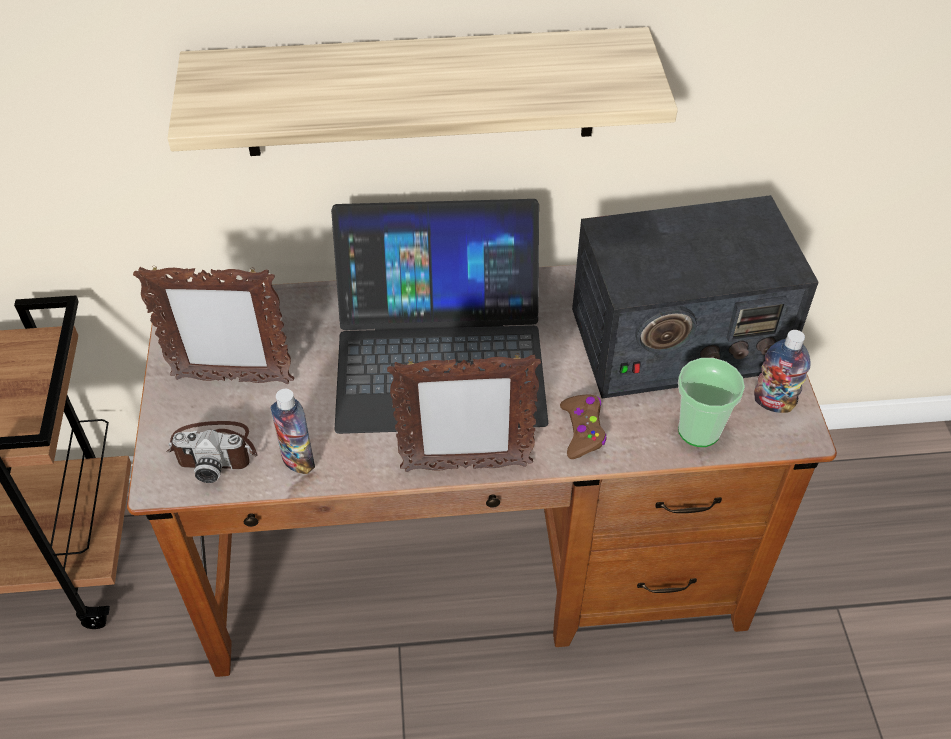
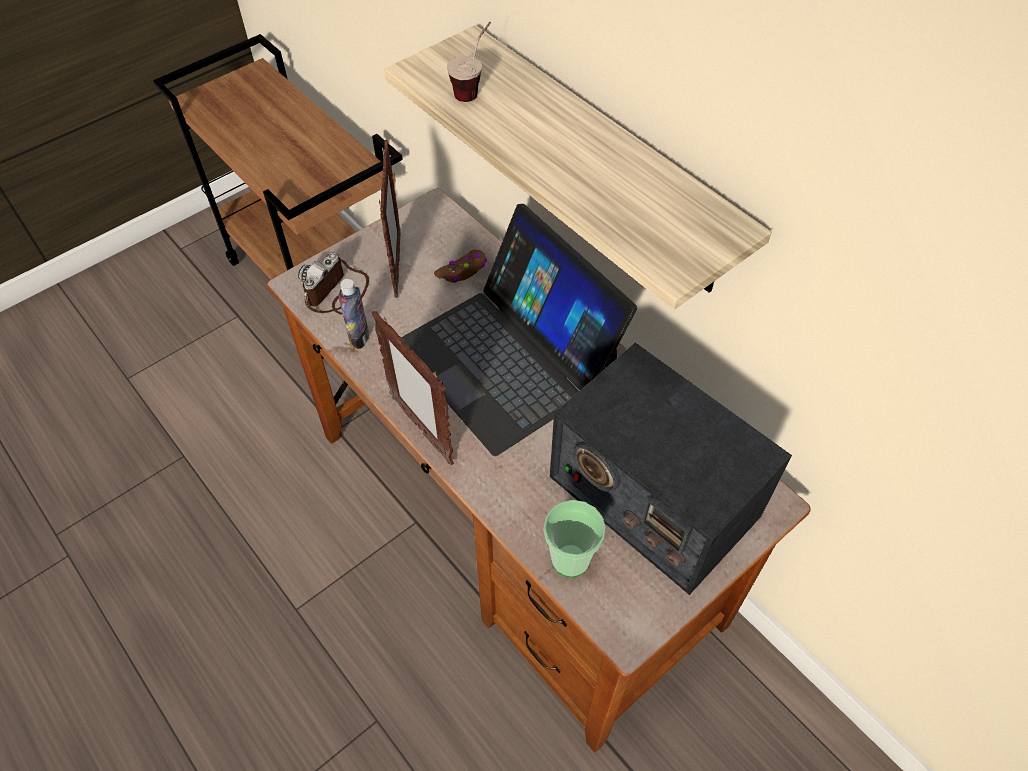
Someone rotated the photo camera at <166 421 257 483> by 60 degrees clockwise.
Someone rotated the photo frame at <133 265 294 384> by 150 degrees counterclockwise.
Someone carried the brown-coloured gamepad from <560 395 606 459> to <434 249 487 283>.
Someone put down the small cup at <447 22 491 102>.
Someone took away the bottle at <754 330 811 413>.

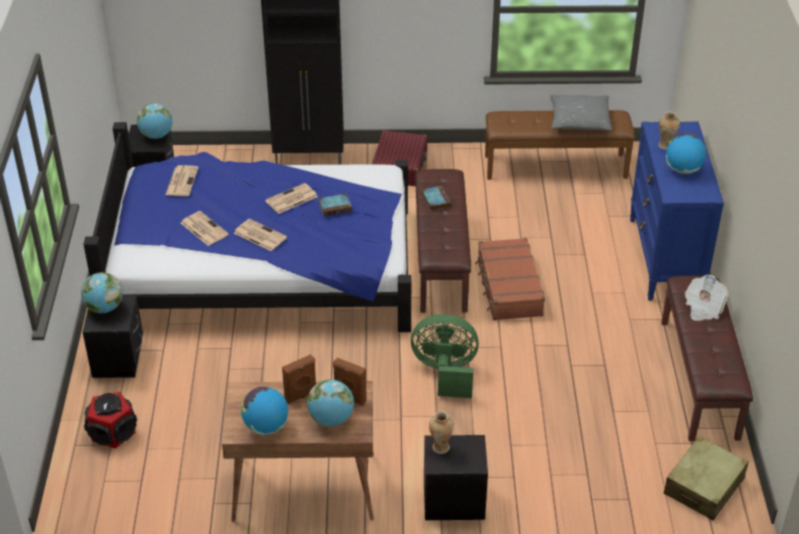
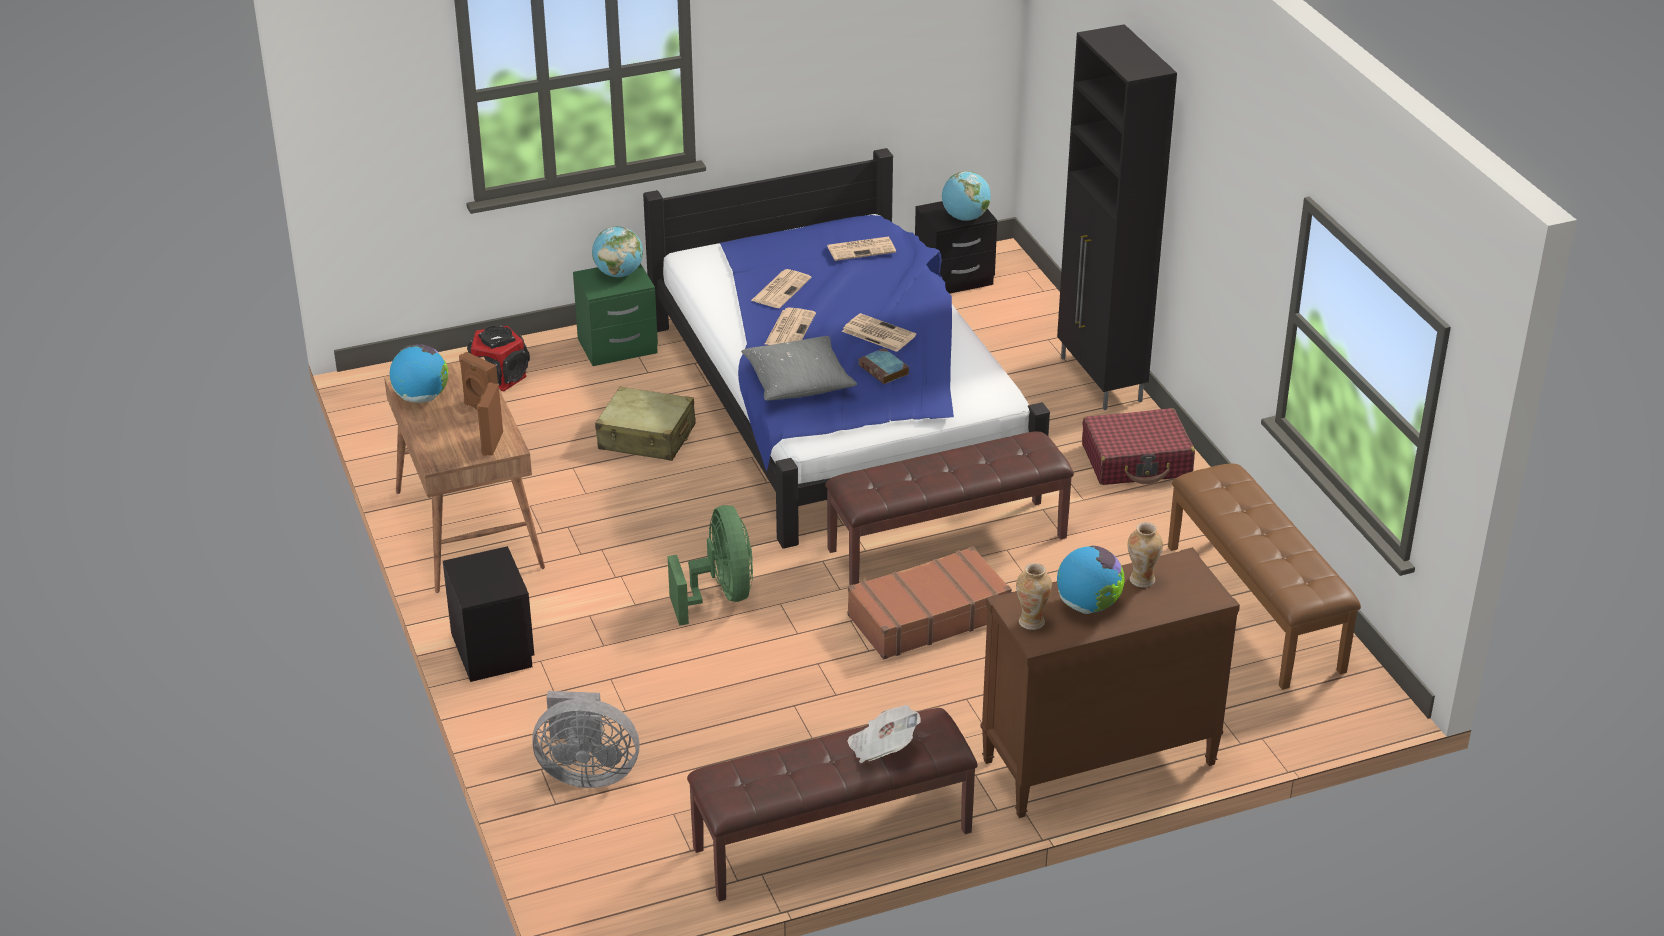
Someone put down the greyish cooling fan at <532 691 639 788>.
Someone repainted the black-coloured night table at <83 294 143 378>, which became the greenish night table at <573 263 658 366>.
Someone carried the sand-coloured piece of luggage from <664 436 748 520> to <595 387 696 461>.
Someone carried the greyish cushion from <550 95 612 130> to <741 336 857 401>.
Someone repainted the blue-coloured drawer chest at <630 121 724 301>, which became the brown-coloured drawer chest at <981 547 1240 818>.
Someone carried the flower vase from <429 411 454 454> to <1016 563 1052 630>.
Someone took away the world globe at <307 379 354 426>.
Someone took away the volume at <421 186 451 211>.

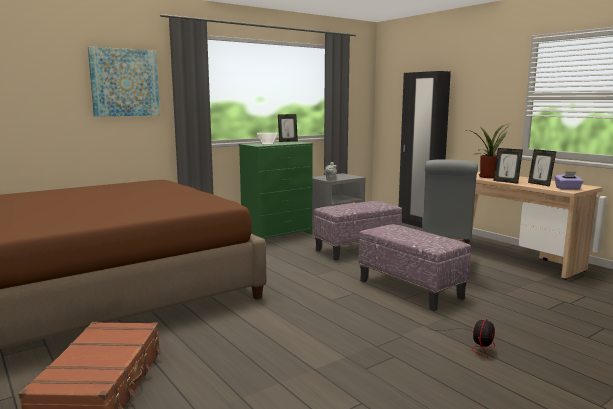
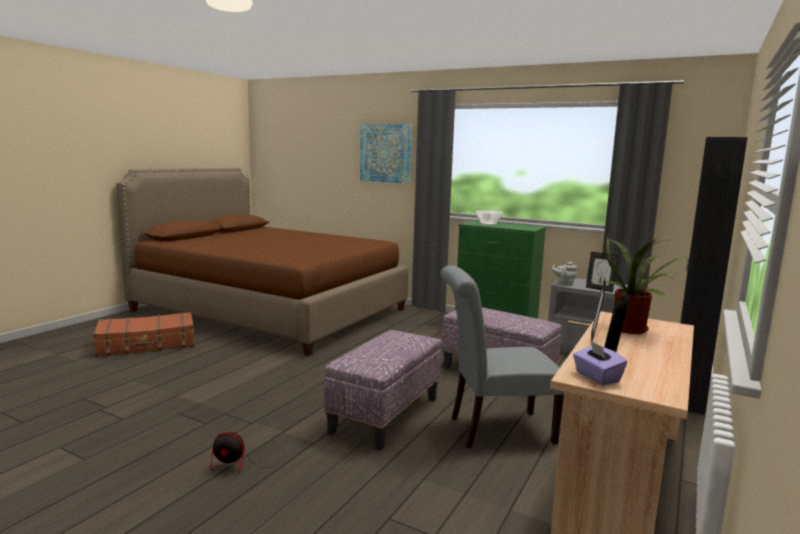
Someone carried the photo frame from <278 114 298 142> to <586 252 618 292>.

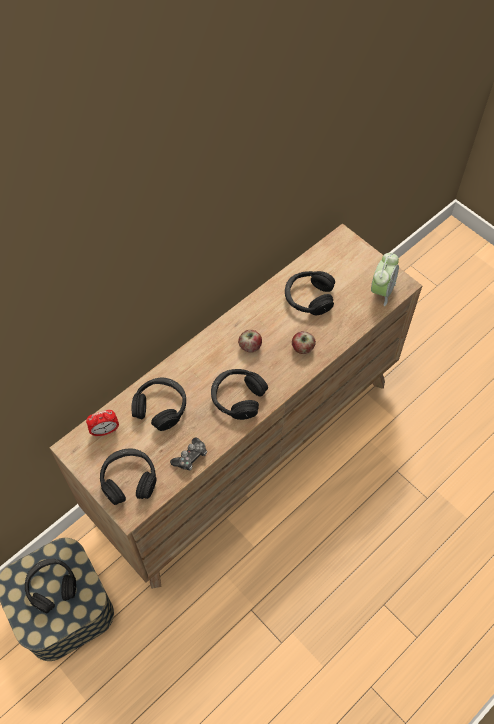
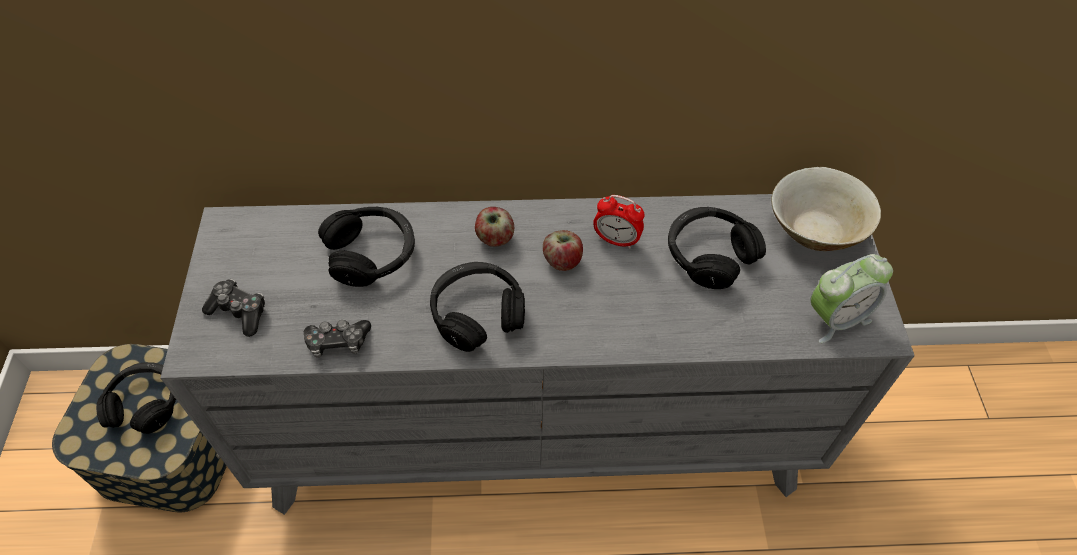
Someone repainted the brown-coloured drawer chest at <50 223 422 589>, which became the greyish drawer chest at <160 194 915 515>.
Someone swapped the black-coloured pair of headphones at <100 449 157 505> for the gamepad at <202 279 265 337>.
Someone carried the apple from <292 331 316 354> to <475 207 514 247>.
Someone carried the alarm clock from <86 410 119 437> to <593 195 644 249>.
Someone put down the sand-coloured serving bowl at <771 167 881 251>.

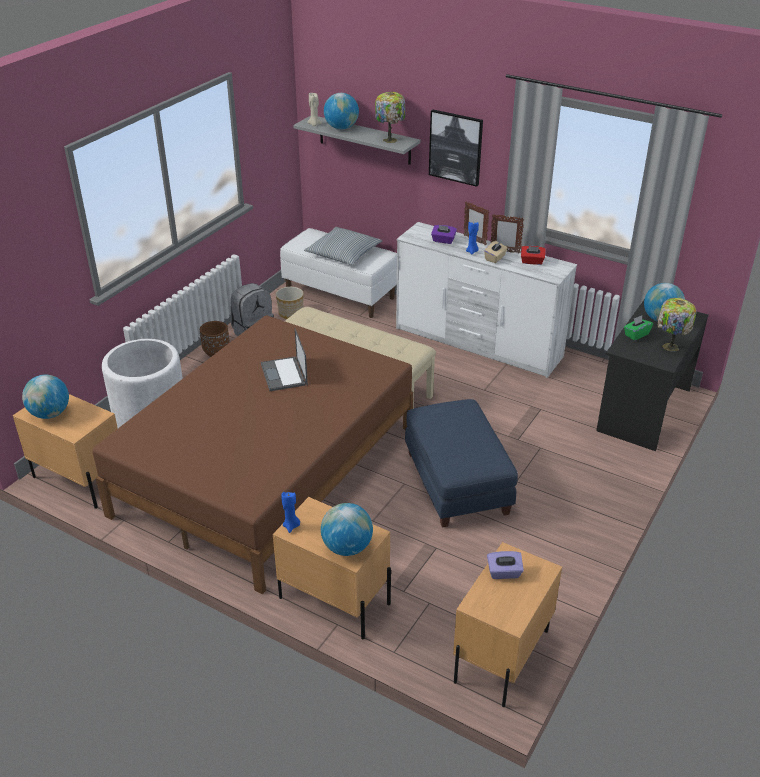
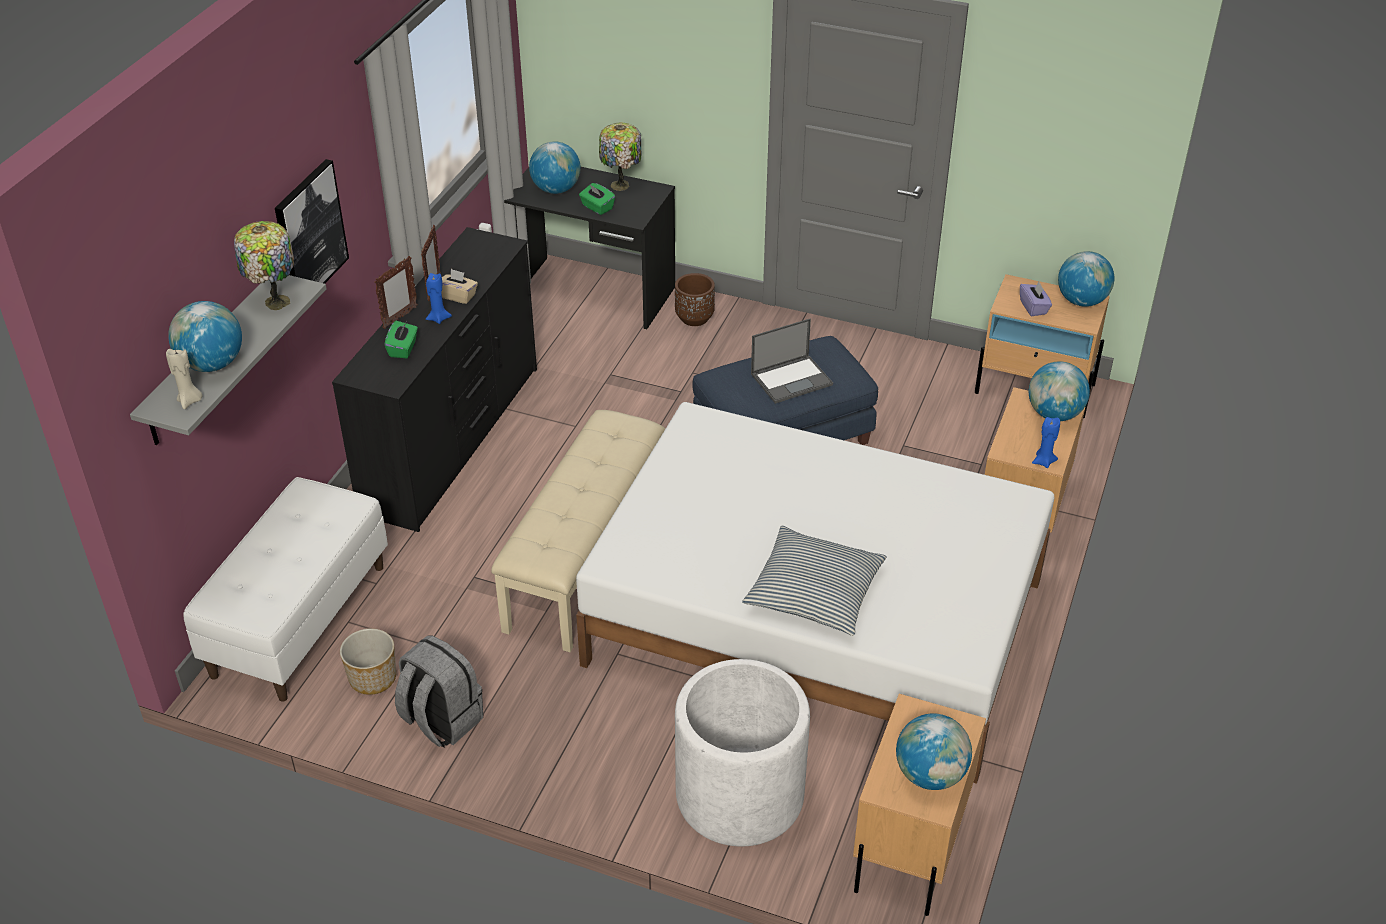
Someone repainted the whitish drawer chest at <396 222 577 378>, which became the black-coloured drawer chest at <332 227 537 532>.
Someone repainted the purplish tissue box at <431 225 457 244>, which became the greenish tissue box at <384 321 418 358>.
Someone repainted the brown-coloured sleeping bed at <92 315 413 594>, which became the whitish sleeping bed at <576 402 1055 784>.
Someone carried the brown-coloured flower pot from <200 321 230 357> to <675 273 715 326>.
Someone carried the cushion from <304 227 383 265> to <742 526 886 636>.
Someone carried the notebook computer from <261 329 308 391> to <751 318 833 404>.
Someone put down the world globe at <1058 251 1114 307>.
Someone took away the red tissue box at <521 246 546 265>.

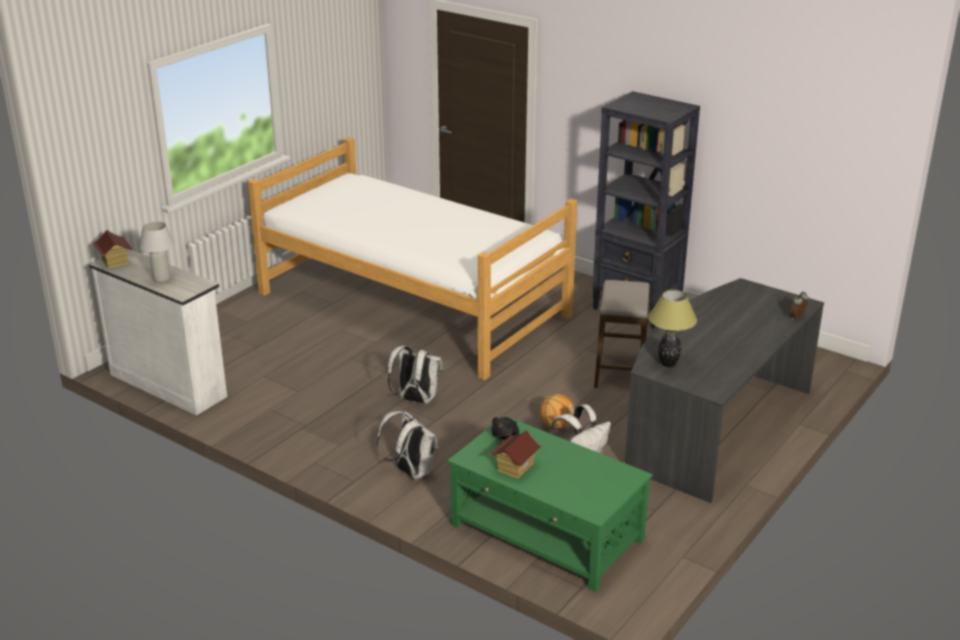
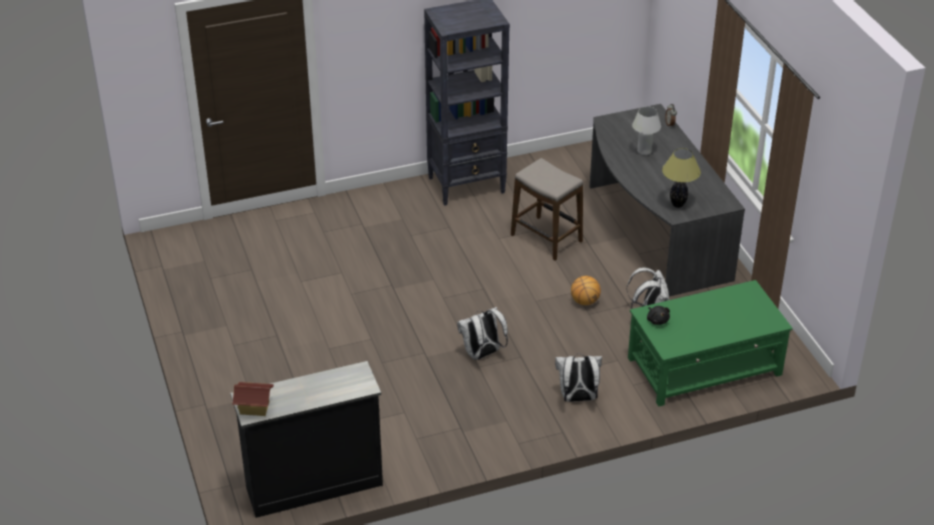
Someone repainted the whitish drawer chest at <89 249 227 415>, which became the black-coloured drawer chest at <230 361 383 518>.
Someone carried the whitish tabletop lamp from <139 221 175 282> to <632 106 661 155>.
Someone took away the sleeping bed at <248 137 577 380>.
Someone took away the toy house at <490 431 542 479>.

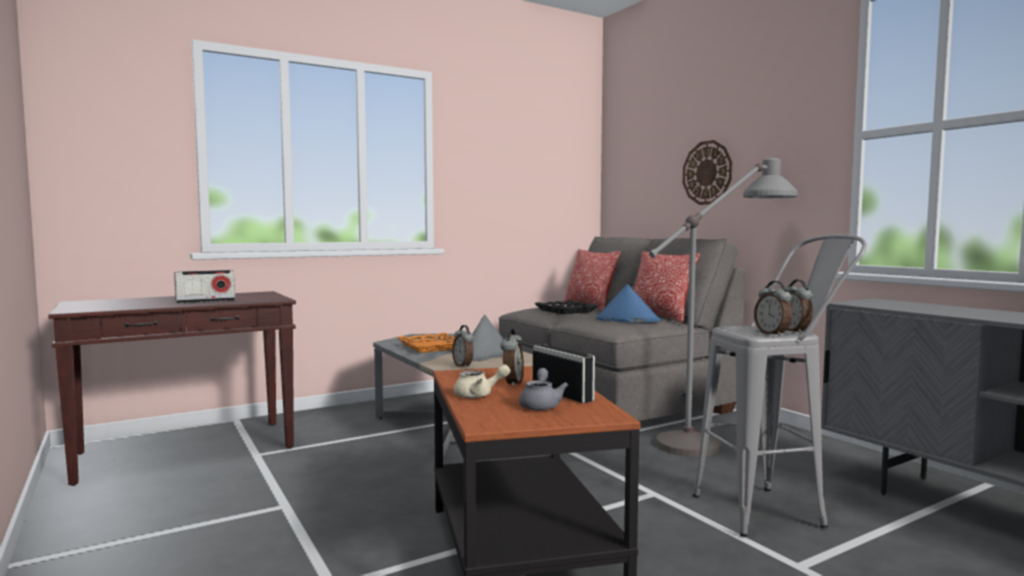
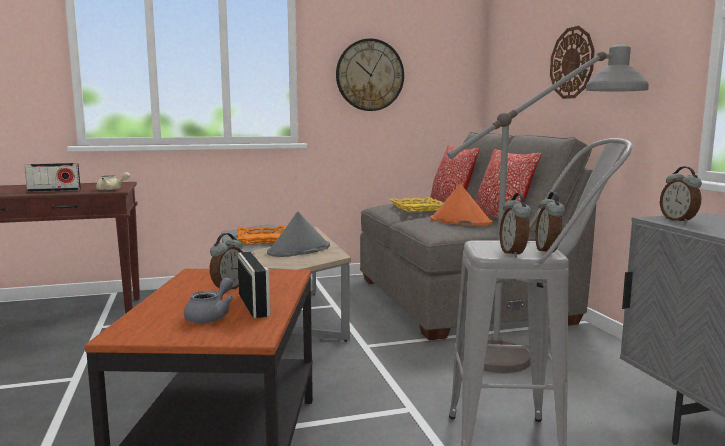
Someone carried the sand-coloured teapot from <454 364 510 398> to <96 172 130 190>.
Someone put up the hanging clock at <336 38 404 111>.
Someone repainted the black-coloured carrying tray at <534 300 598 314>, which became the yellow carrying tray at <390 197 443 212>.
Someone repainted the blue-coloured clothing hat at <596 284 661 322>, which became the orangey clothing hat at <430 184 493 226>.
Someone carried the alarm clock from <452 325 474 369> to <660 166 702 223>.

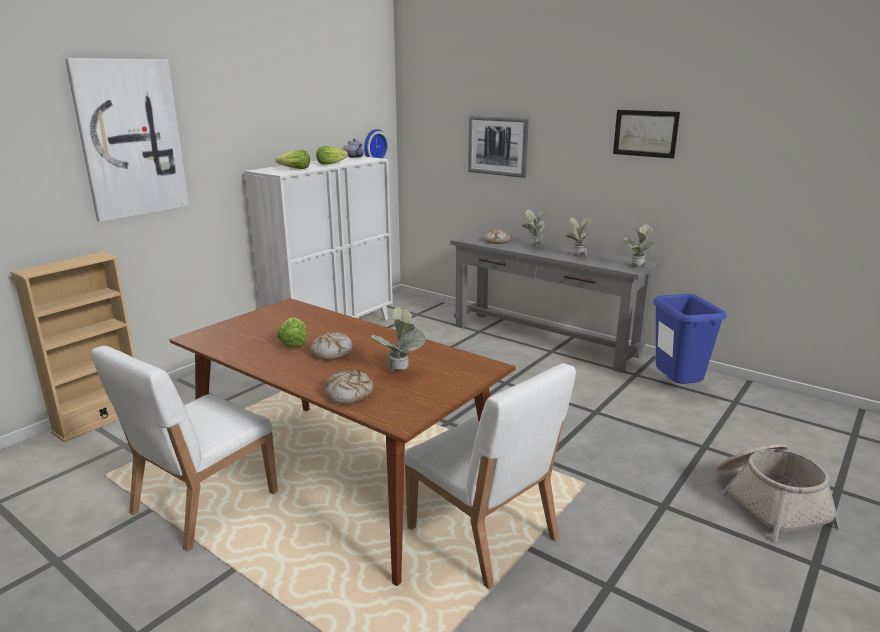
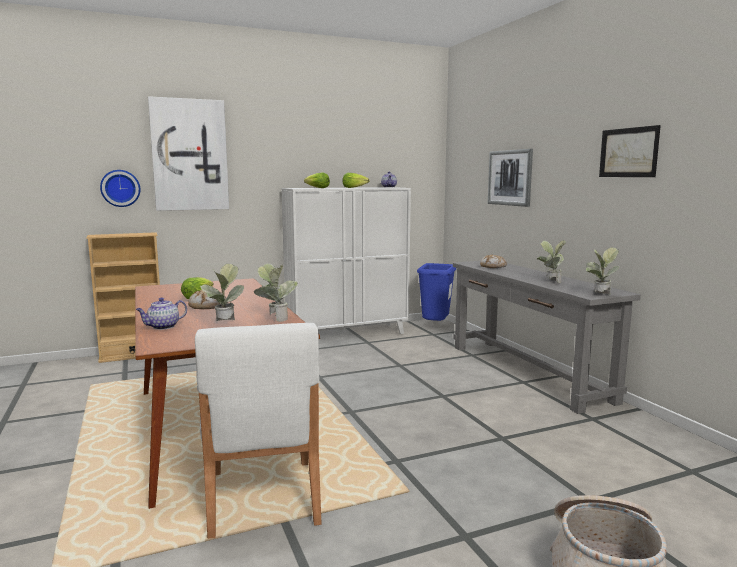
Someone carried the hanging clock from <364 129 389 159> to <100 170 140 207>.
Someone swapped the baked bread at <325 369 374 404> for the teapot at <136 298 187 330>.
Someone carried the potted plant from <522 209 547 248> to <254 263 298 322>.
Someone carried the blue-coloured waste bin from <653 294 726 384> to <417 263 456 321>.
Someone took away the whitish upright chair at <91 346 278 551>.

